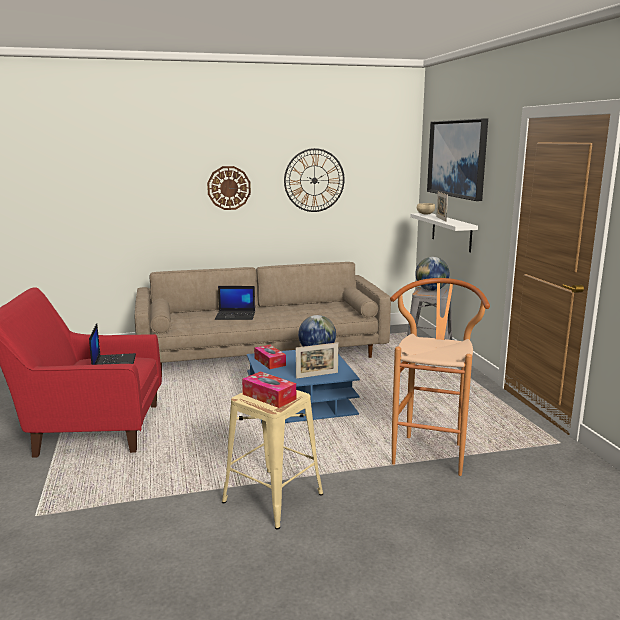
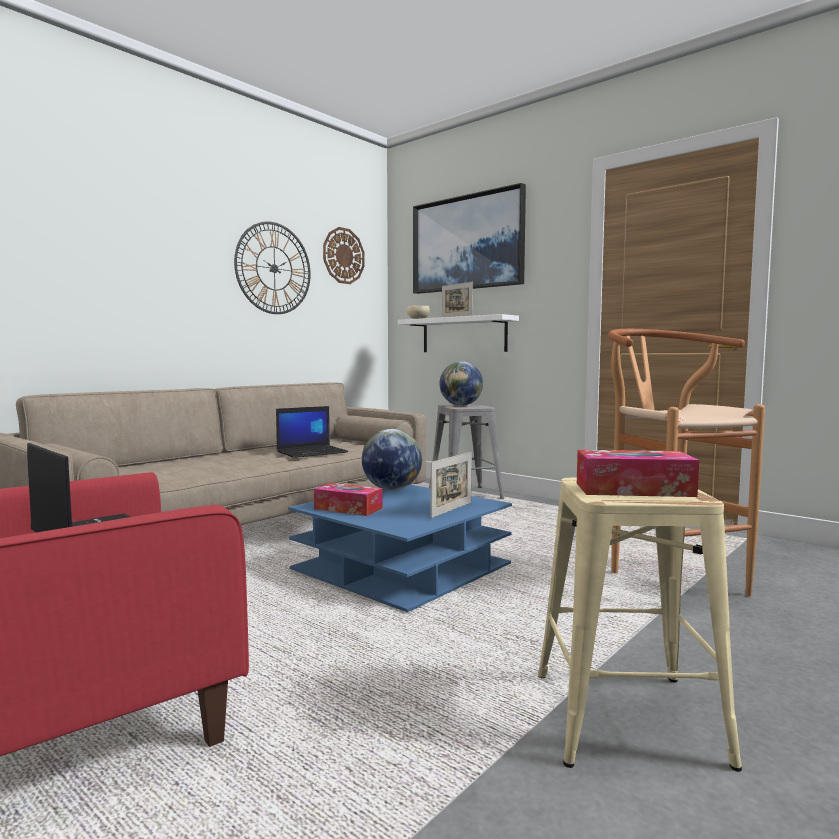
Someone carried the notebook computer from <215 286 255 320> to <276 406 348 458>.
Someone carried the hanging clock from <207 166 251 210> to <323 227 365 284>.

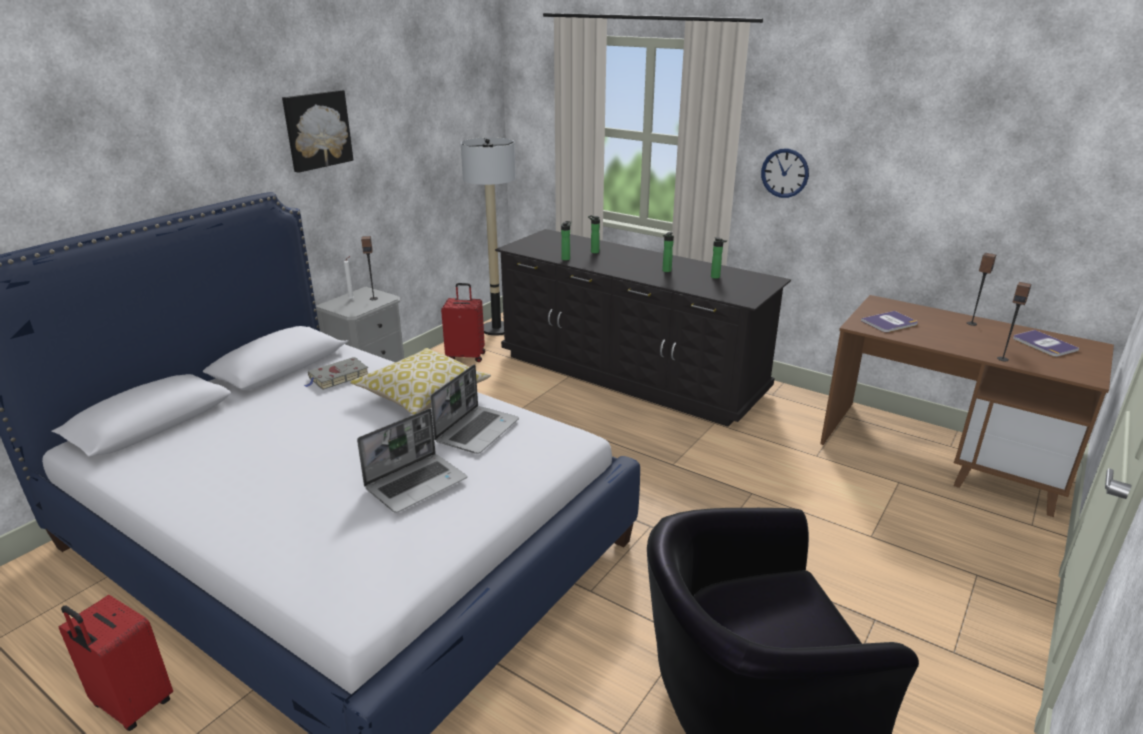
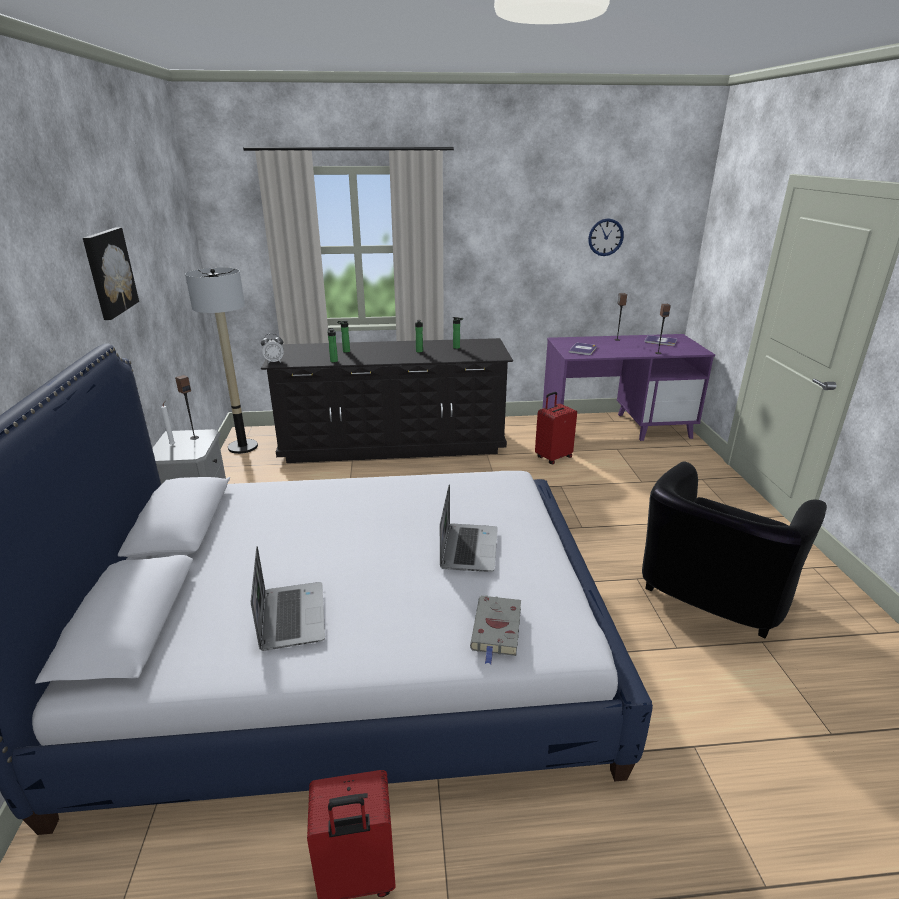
Someone carried the notebook computer from <430 364 519 454> to <251 546 325 651>.
Someone put down the alarm clock at <261 334 284 363>.
Someone carried the greyish volume from <304 357 368 390> to <470 595 521 664>.
Someone carried the red piece of luggage from <441 283 485 362> to <535 392 577 465>.
Someone repainted the brown-coloured desk unit at <820 295 1114 517>, which became the purplish desk unit at <542 334 715 441>.
Someone carried the hanging clock from <761 148 809 198> to <588 218 624 256>.
Someone took away the cushion at <350 348 491 415>.

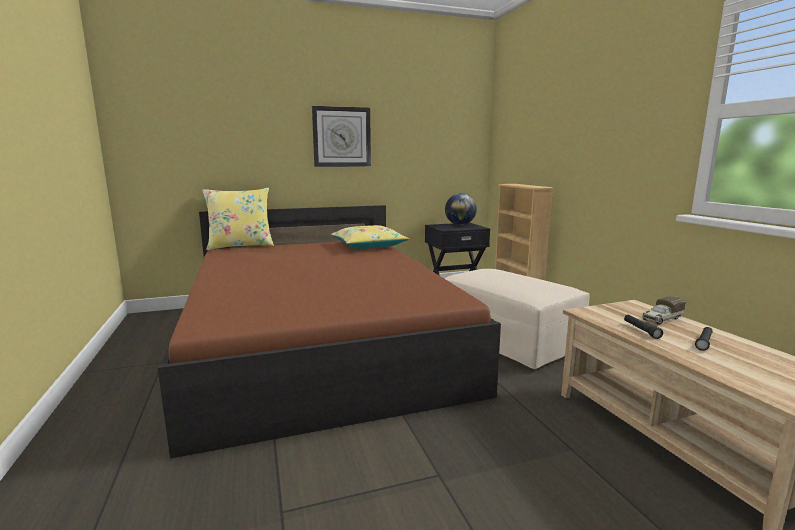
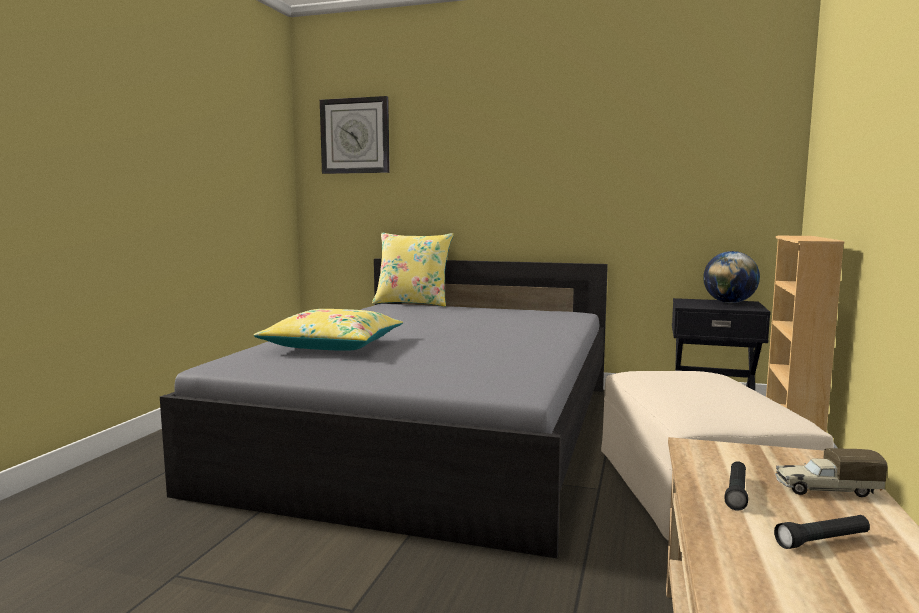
Someone repainted the brown-coloured sleeping bed at <158 205 501 459>, which became the greyish sleeping bed at <160 258 608 558>.
Someone carried the yellow cushion from <331 225 409 249> to <254 309 403 351>.
Someone carried the hanging clock from <312 106 371 167> to <320 96 390 174>.

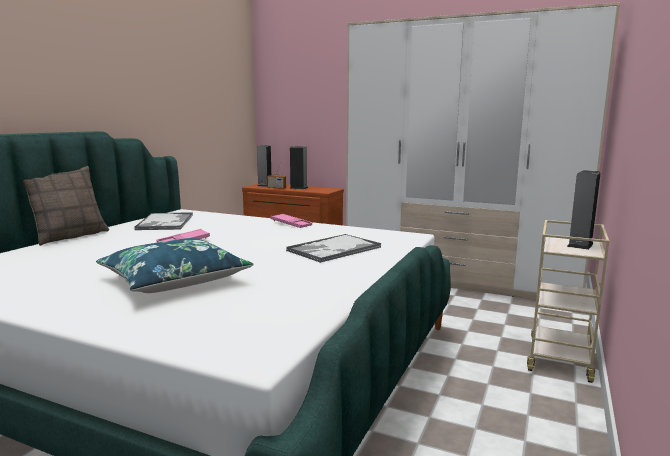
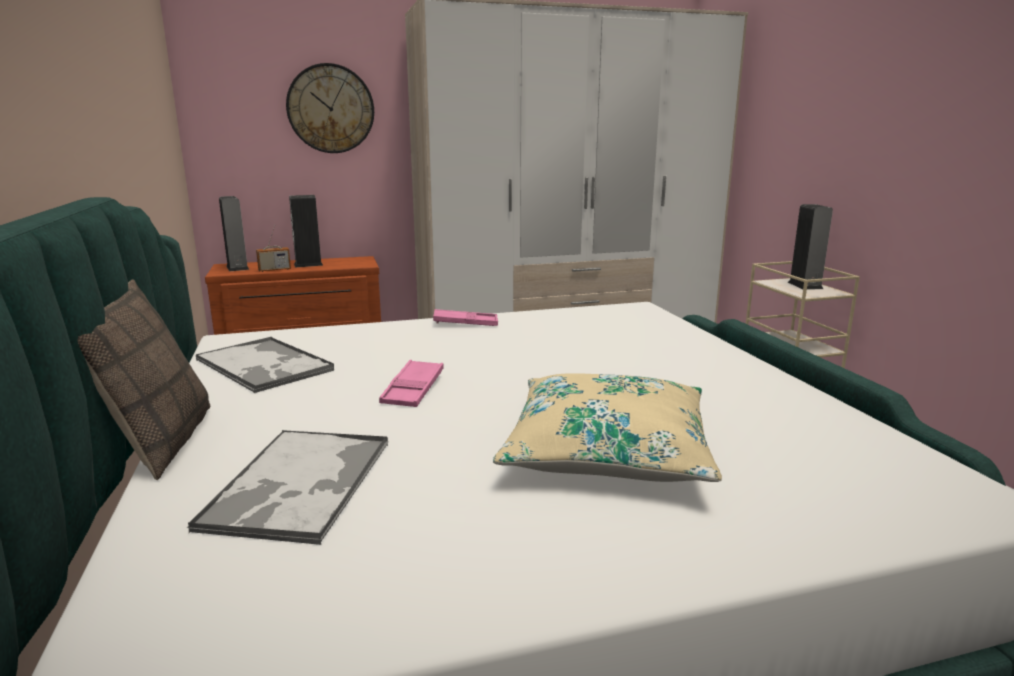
Someone carried the carrying tray from <286 234 381 263> to <187 430 389 545>.
Someone put up the hanging clock at <286 63 374 153>.
Someone repainted the blue-coloured cushion at <96 238 254 293>, which became the sand-coloured cushion at <493 373 722 482>.

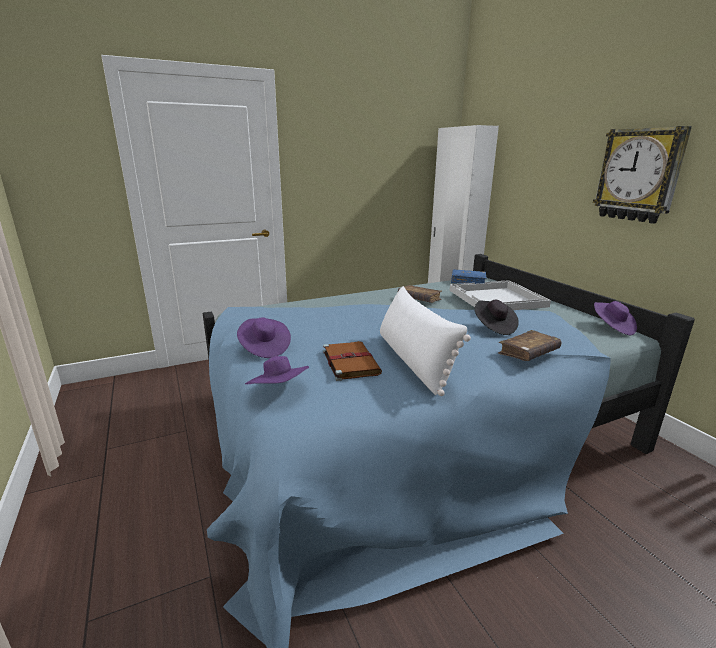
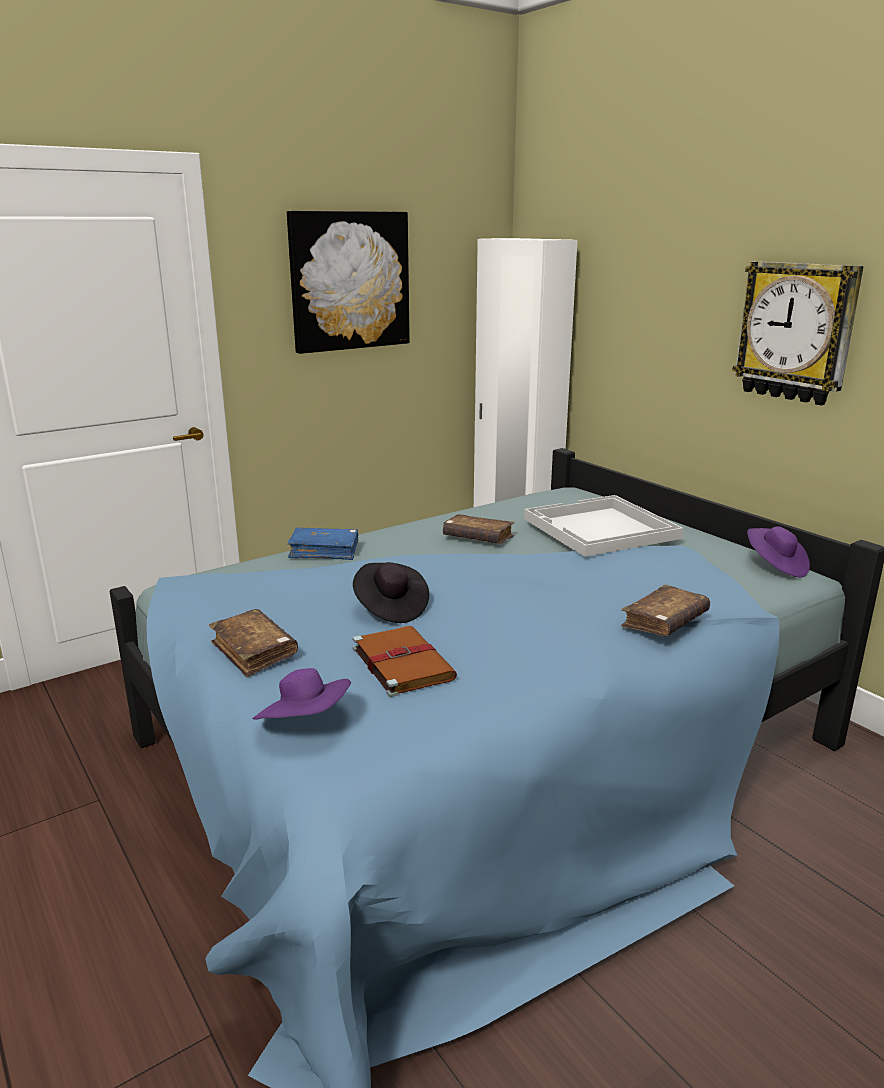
Someone swapped the purplish clothing hat at <237 317 291 358> for the brown-coloured volume at <209 609 298 677>.
Someone put up the wall picture at <287 211 410 354>.
Someone carried the blue-coloured volume from <451 269 487 284> to <287 528 358 560>.
Someone carried the black-coloured clothing hat from <474 300 519 335> to <353 562 429 623>.
Someone took away the whitish cushion at <380 286 471 396>.

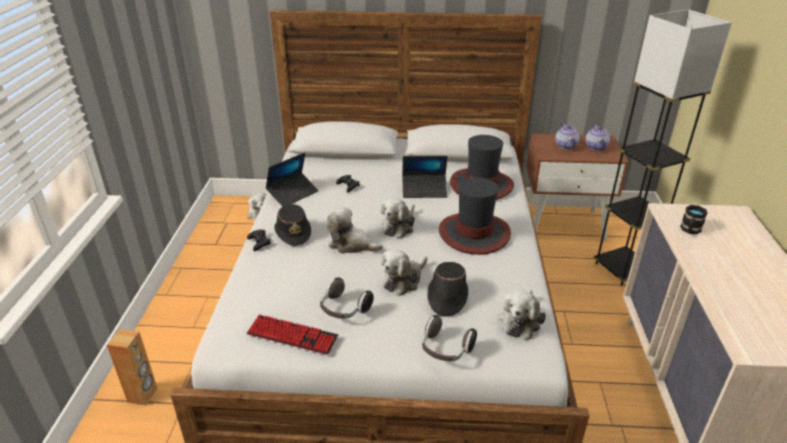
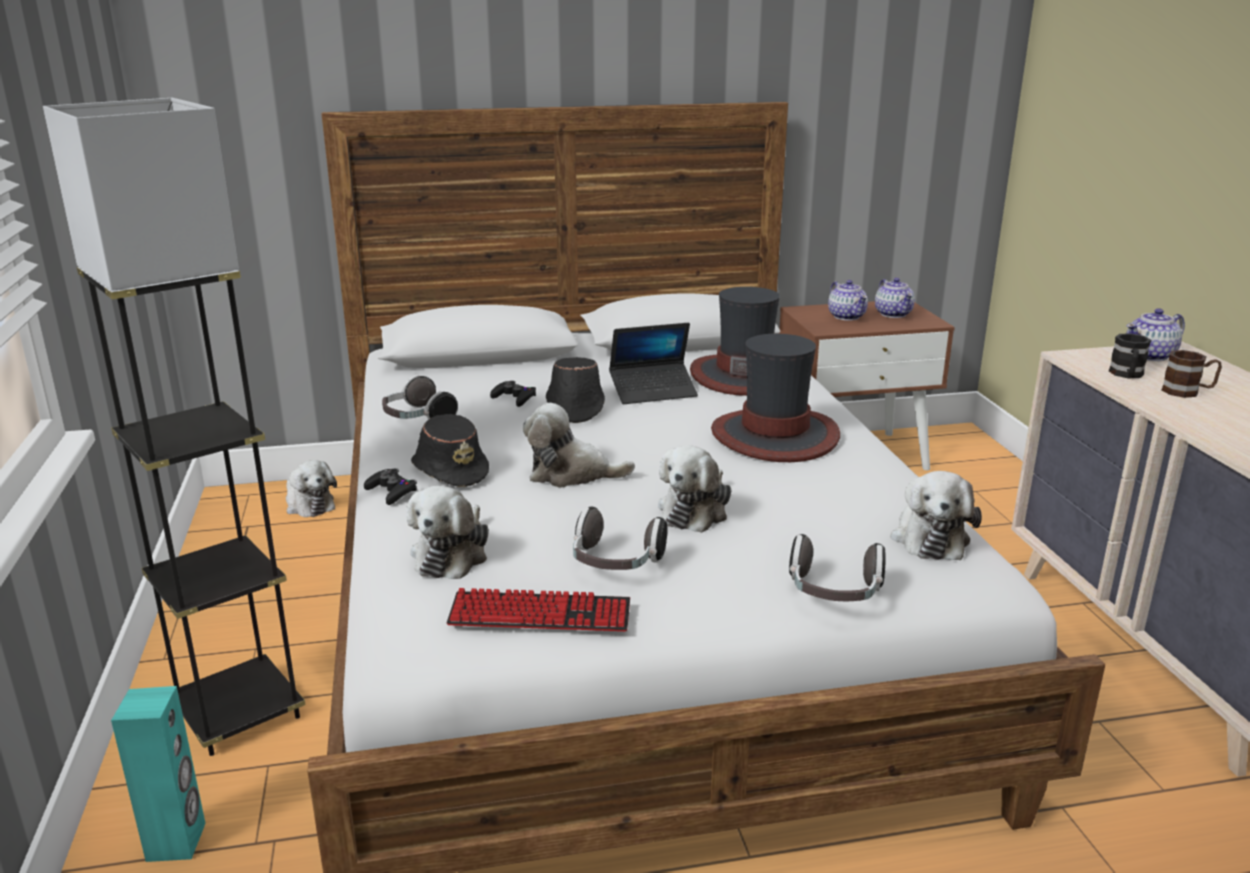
Someone carried the greyish floor lamp from <594 9 732 286> to <43 98 305 756>.
Someone repainted the brown-coloured loudspeaker at <107 329 157 405>, which became the turquoise loudspeaker at <111 686 206 862>.
Someone swapped the notebook computer at <266 153 319 207> for the pair of headphones at <382 375 458 420>.
Someone carried the soft toy from <381 198 415 239> to <406 486 489 579>.
Someone carried the black-coloured clothing hat from <427 262 468 317> to <546 357 605 423>.
Someone put down the teapot at <1126 308 1185 361>.
Someone put down the brown-coloured tea mug at <1162 350 1222 398>.

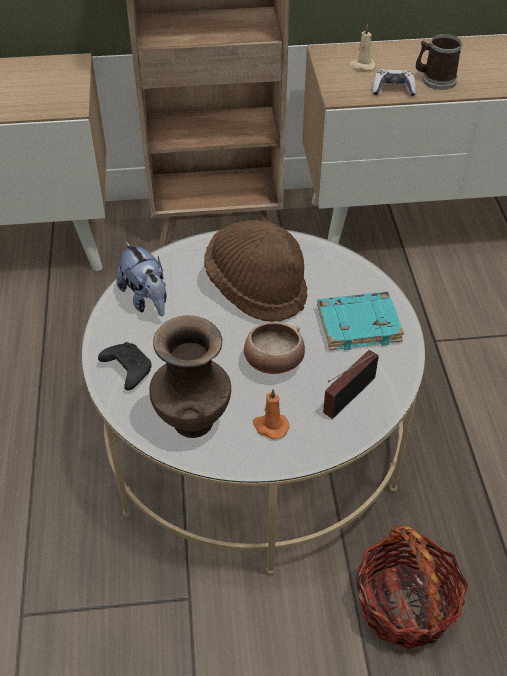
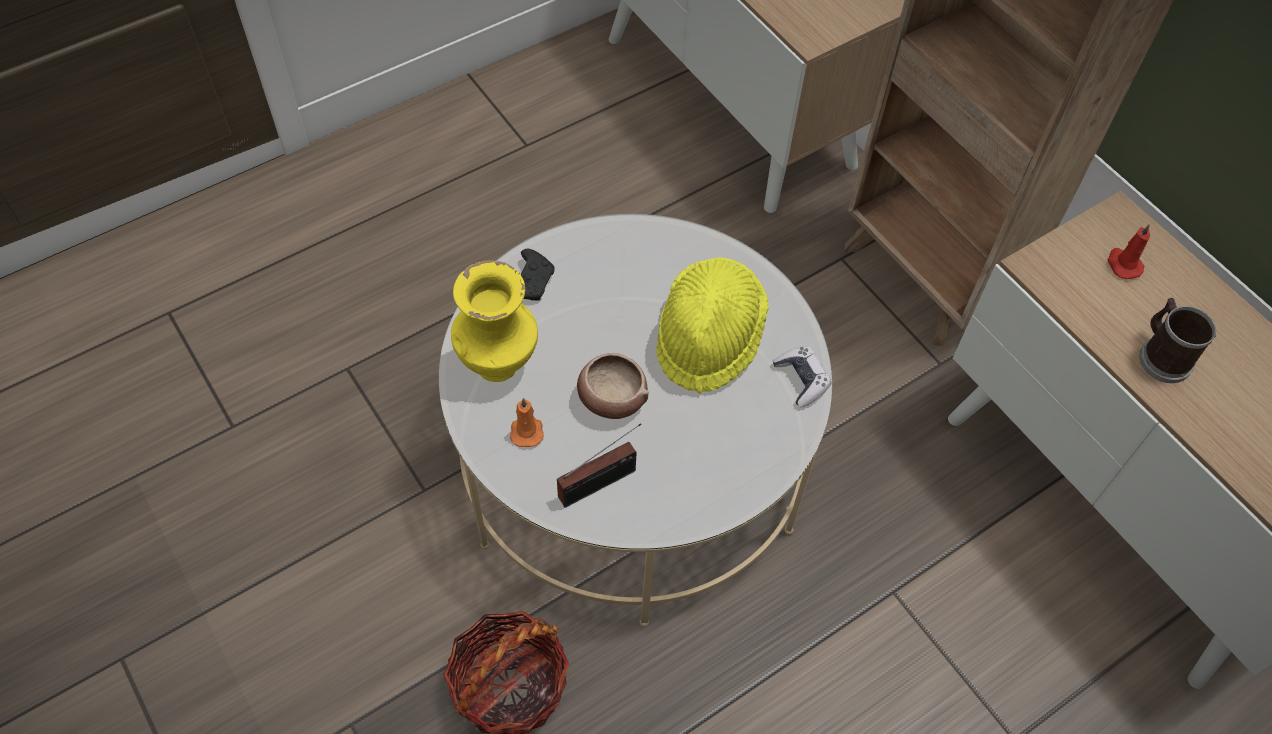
Someone repainted the brown-coloured flower vase at <149 315 231 438>, which became the yellow flower vase at <451 261 538 382>.
Someone rotated the radio set at <323 350 379 419> by 135 degrees clockwise.
Someone repainted the brown-coloured clothing hat at <204 220 308 322>, which became the yellow clothing hat at <657 257 769 394>.
Someone carried the gamepad from <372 69 416 97> to <773 347 831 408>.
Someone repainted the sand-coloured wax candle at <348 24 376 71>, which became the red wax candle at <1108 224 1150 279>.
Someone took away the soft toy at <117 241 167 316>.
Someone took away the turquoise volume at <317 291 404 350>.

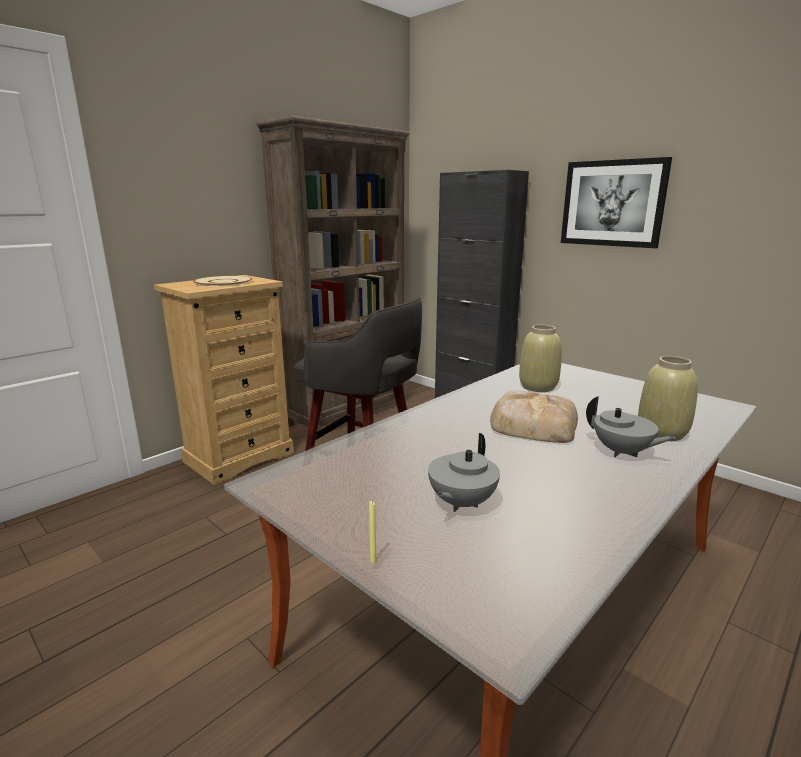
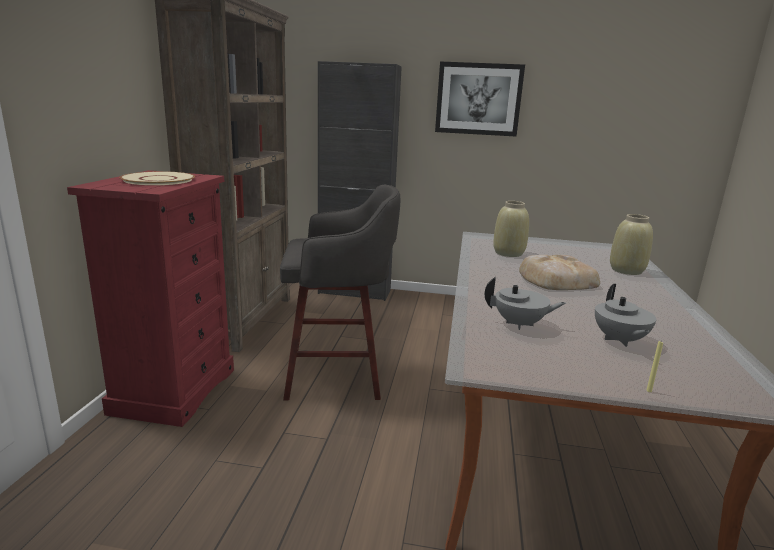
Someone repainted the sand-coloured drawer chest at <154 275 294 485>, which became the red drawer chest at <67 170 234 427>.
Someone carried the greyish teapot from <586 396 675 457> to <485 277 566 330>.

